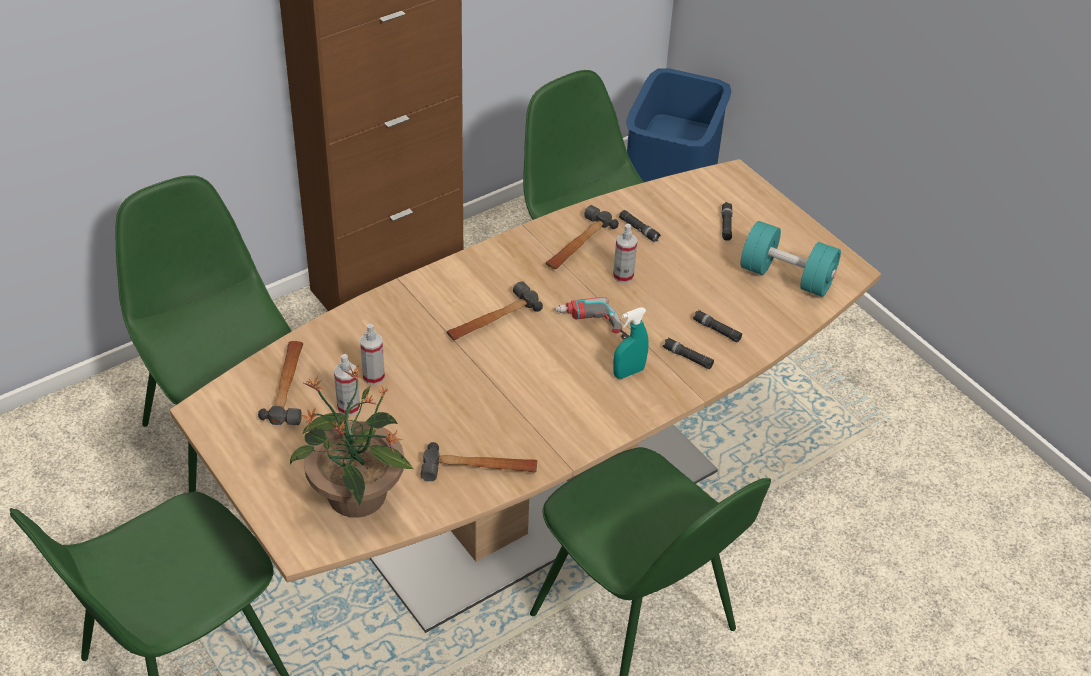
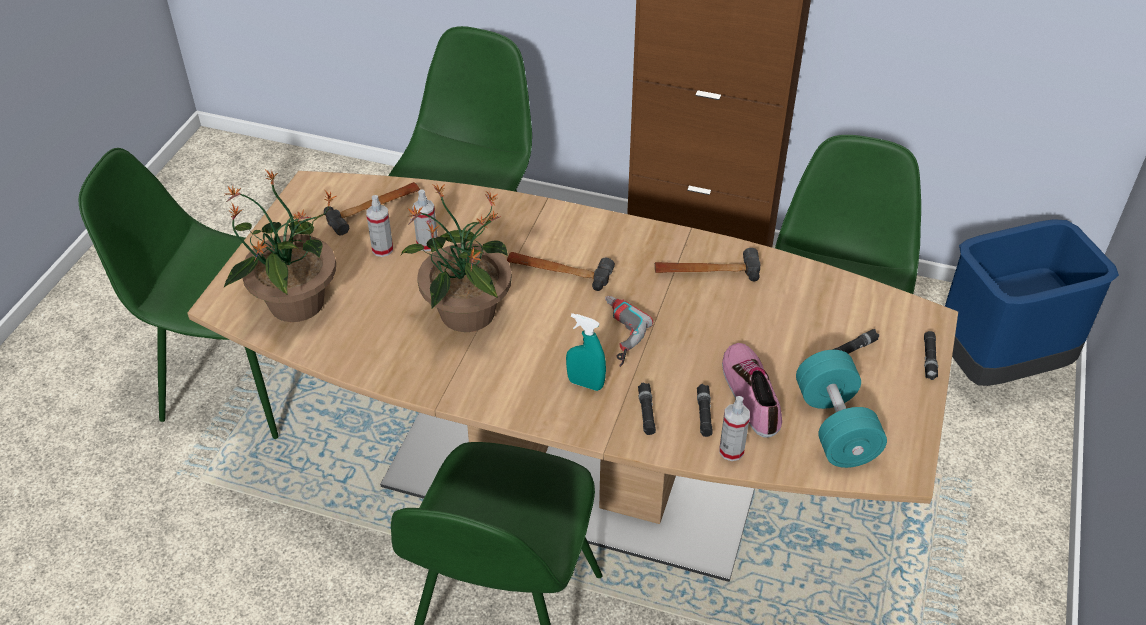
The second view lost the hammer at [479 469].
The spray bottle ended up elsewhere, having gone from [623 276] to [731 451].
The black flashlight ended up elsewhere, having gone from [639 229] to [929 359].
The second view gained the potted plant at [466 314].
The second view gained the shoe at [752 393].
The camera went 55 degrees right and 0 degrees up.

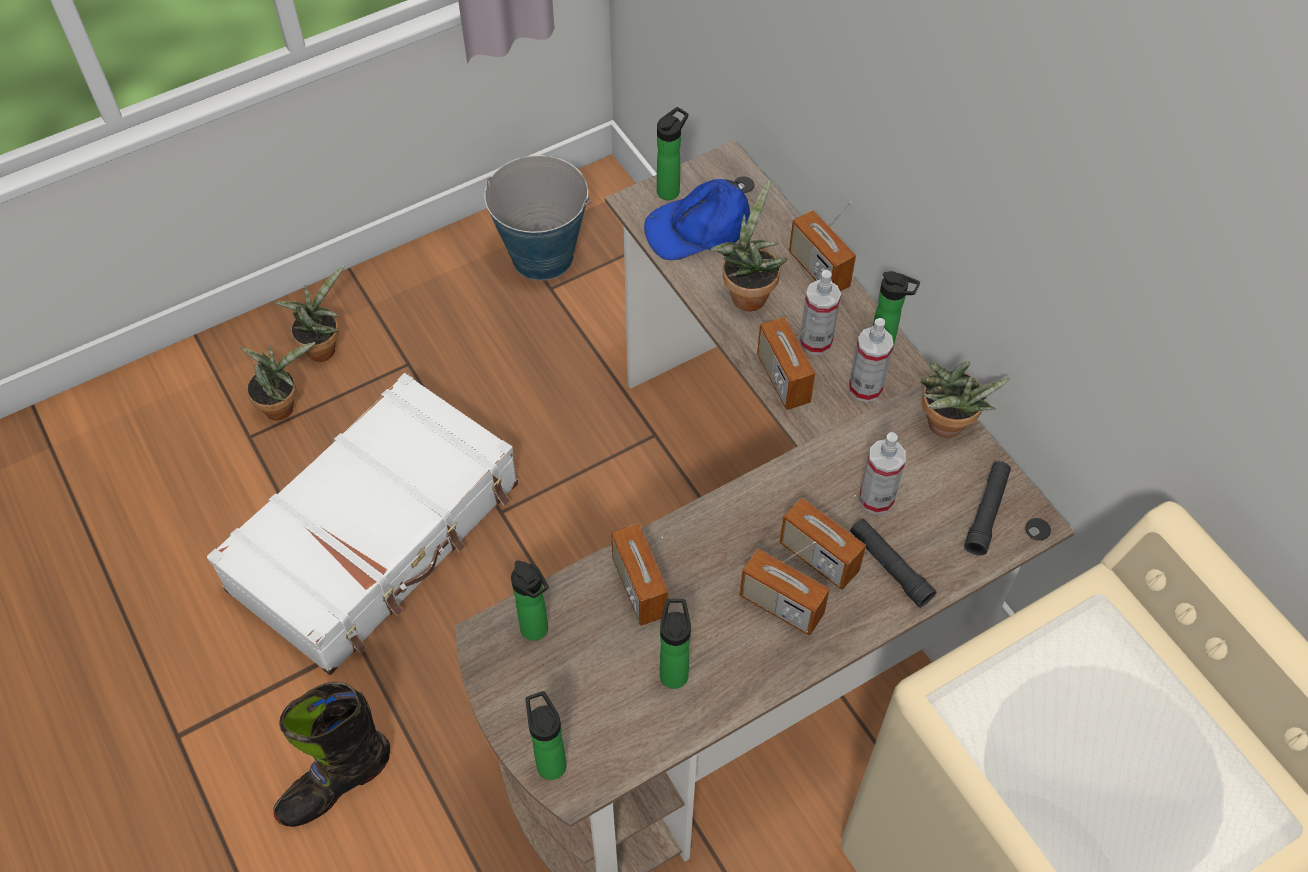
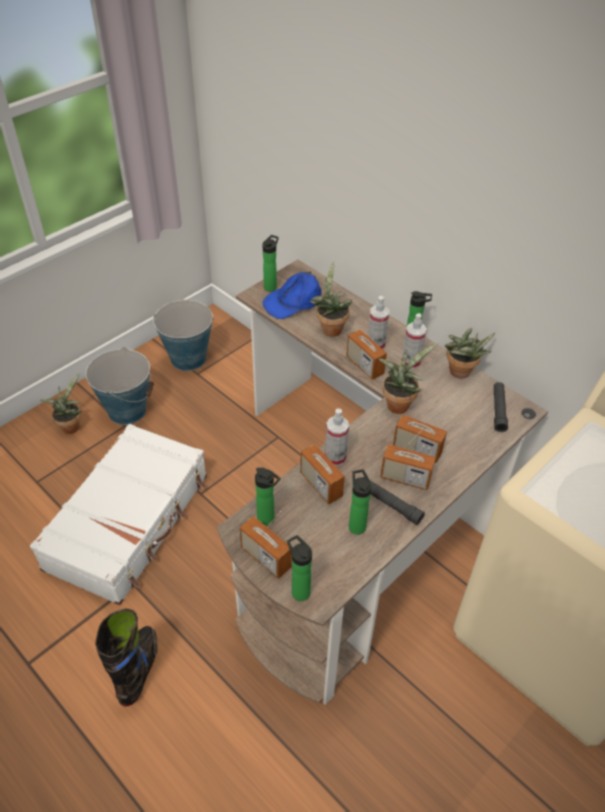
The potted plant ended up elsewhere, having gone from [283 405] to [399 403].
The black boot at [335 784] ended up facing another way, 150 degrees clockwise from before.
The radio ended up elsewhere, having gone from [819 270] to [266 557].
The black flashlight ended up elsewhere, having gone from [889 566] to [392 505].
The spray bottle ended up elsewhere, having gone from [876 499] to [335 457].
The second view gained the bucket at [127 410].
The camera went 15 degrees left and 10 degrees down.

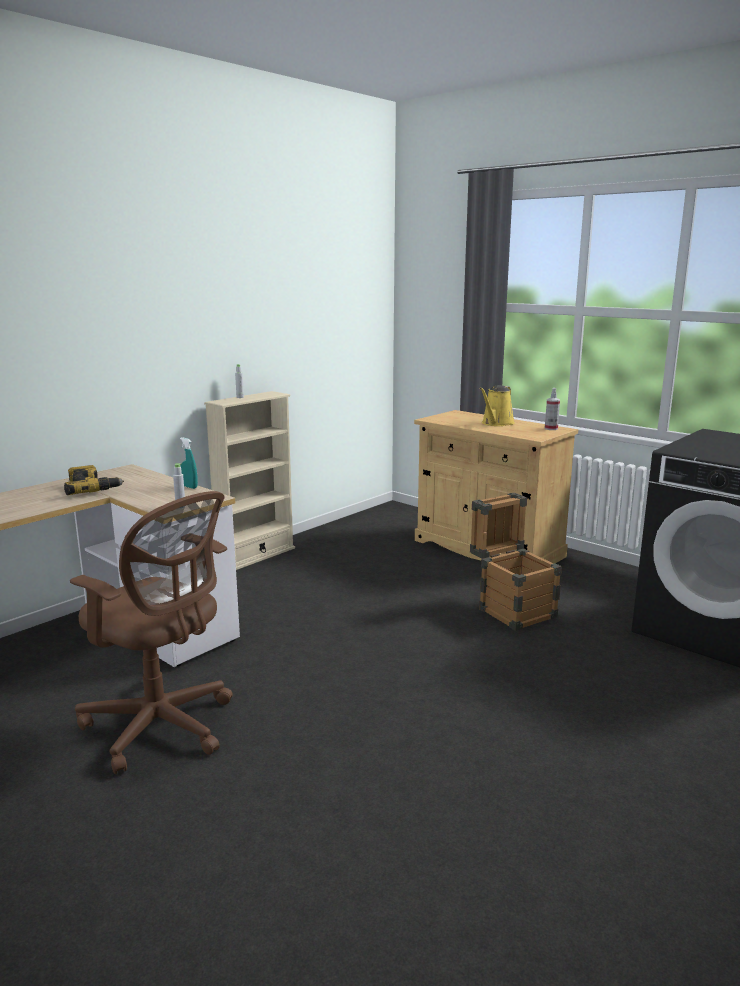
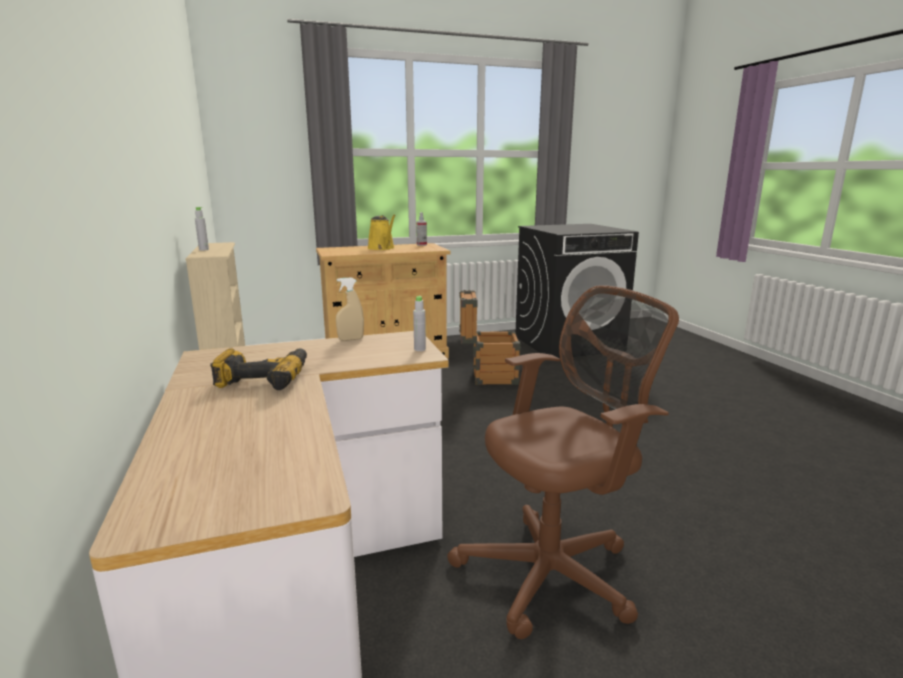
What was the turquoise spray bottle at [189 487] turned into the beige spray bottle at [351 339].
The camera went 60 degrees left and 0 degrees up.

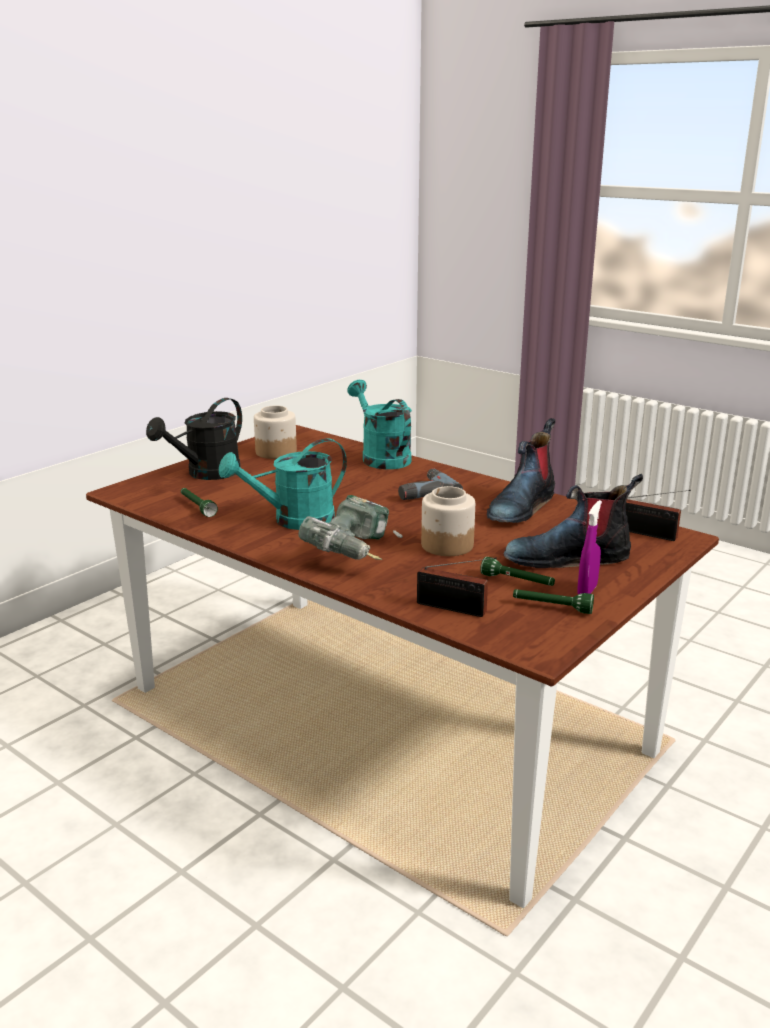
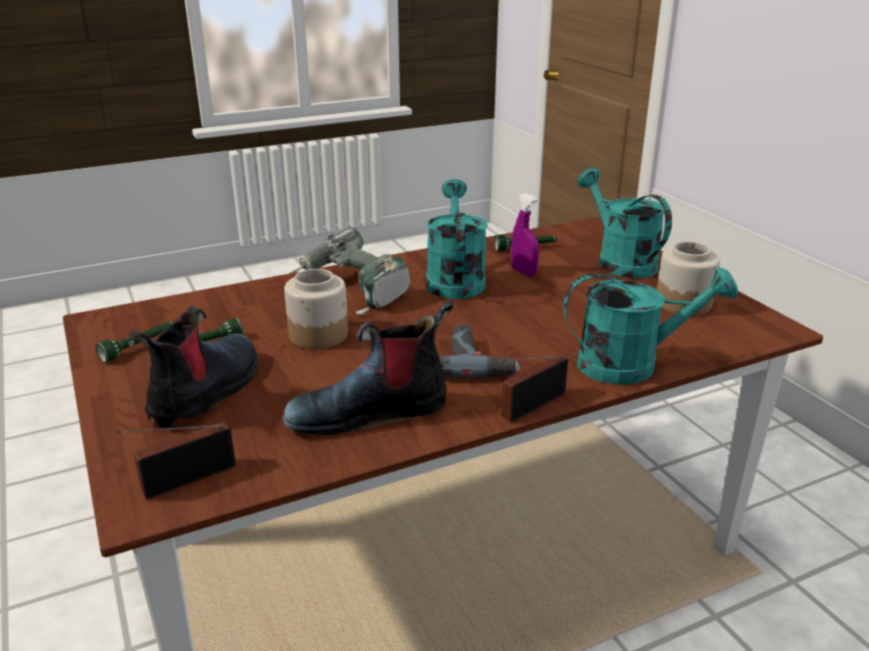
What was the black watering can at [206 474] turned into the turquoise watering can at [619 261].
The radio ended up elsewhere, having gone from [455 609] to [529 406].
The boot at [521 507] ended up facing another way, 75 degrees counterclockwise from before.
The purple spray bottle ended up elsewhere, having gone from [587 590] to [523 272].
The camera went 115 degrees right and 5 degrees up.

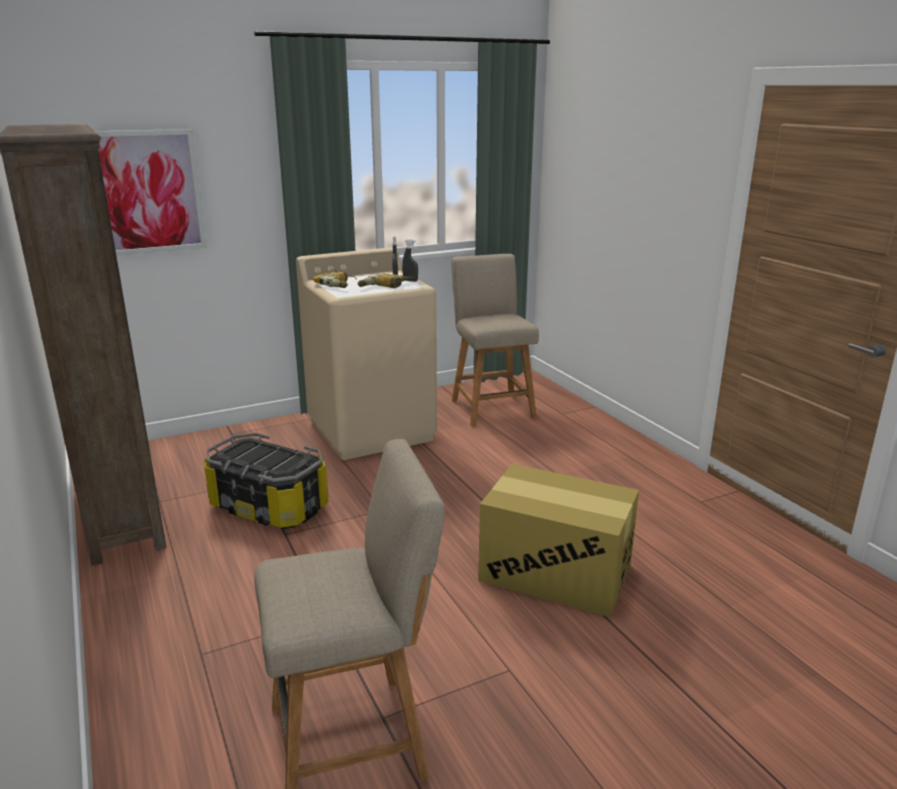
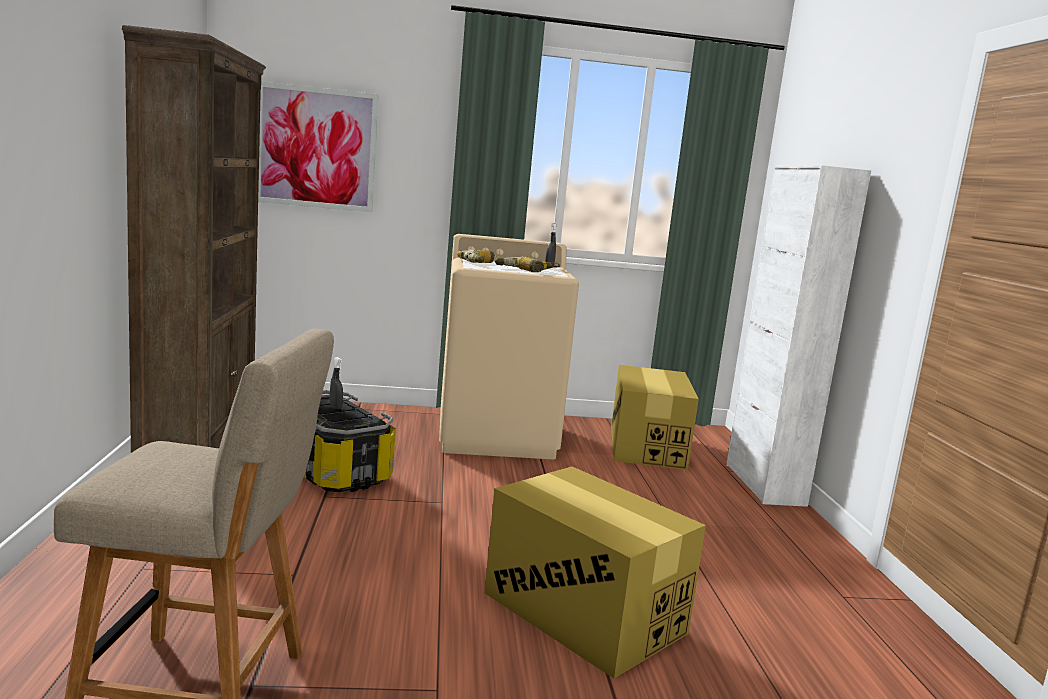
The grey spray bottle ended up elsewhere, having gone from [410 281] to [335 407].
Where the beige chair stood at [491 407], the cardboard box came to stand at [646 447].
The second view gained the white cabinet at [764 484].
The camera went 20 degrees right and 10 degrees down.

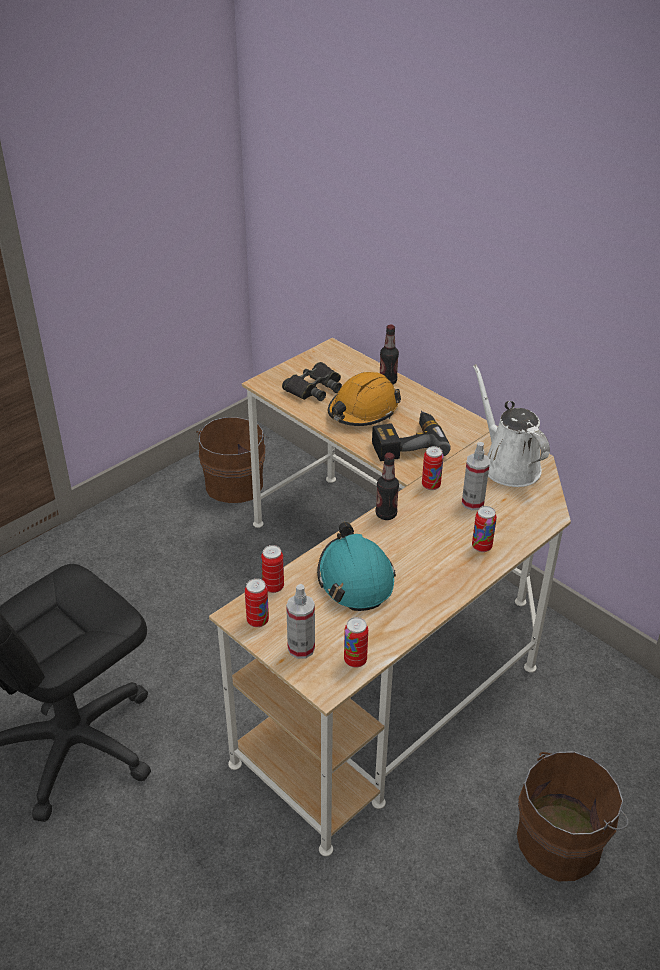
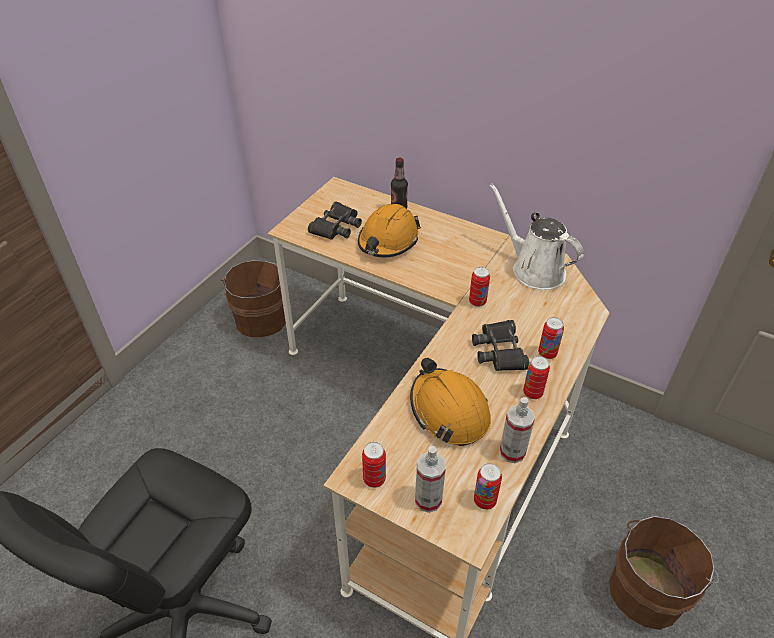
The can ended up elsewhere, having gone from [273 587] to [532 393].
What was the turquoise hard hat at [355 578] turned into the orange hard hat at [449 411].
The second view lost the power drill at [407 443].
The second view lost the bottle at [386 514].
The spray bottle ended up elsewhere, having gone from [473 502] to [512 452].
The second view gained the black binoculars at [500 351].
The camera went 15 degrees left and 5 degrees up.

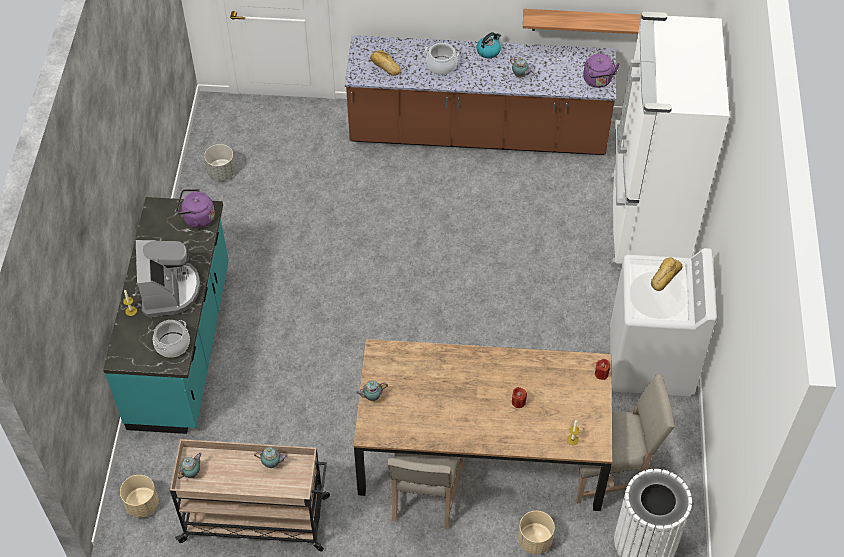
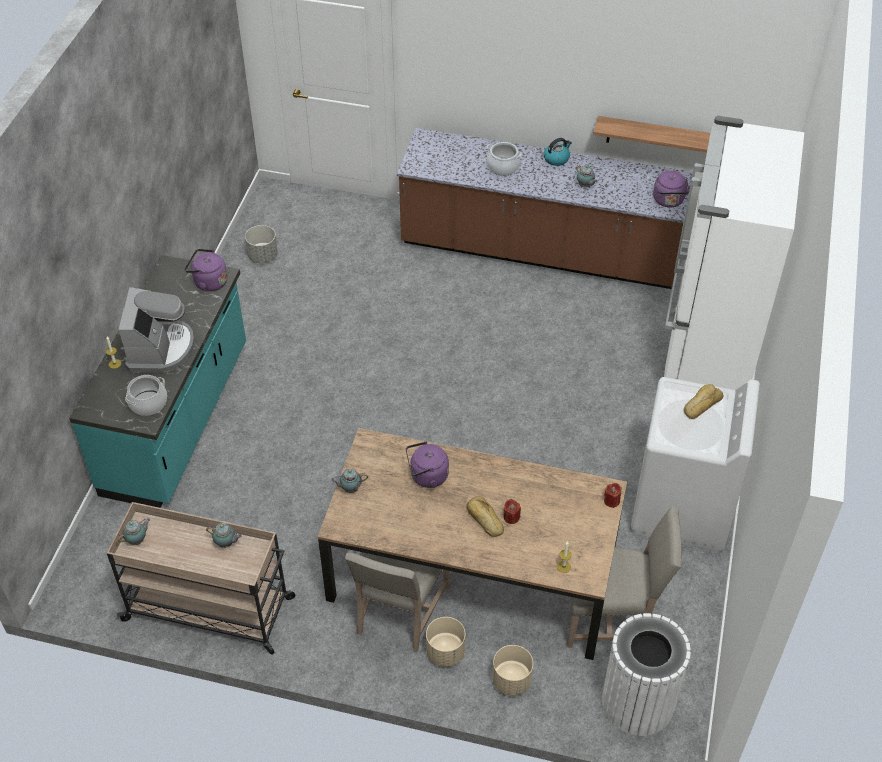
The beige planter ended up elsewhere, having gone from [142 504] to [445 652].
The bread ended up elsewhere, having gone from [385 66] to [484 520].
The second view gained the purple kettle at [427 476].
The camera went 10 degrees right and 5 degrees down.

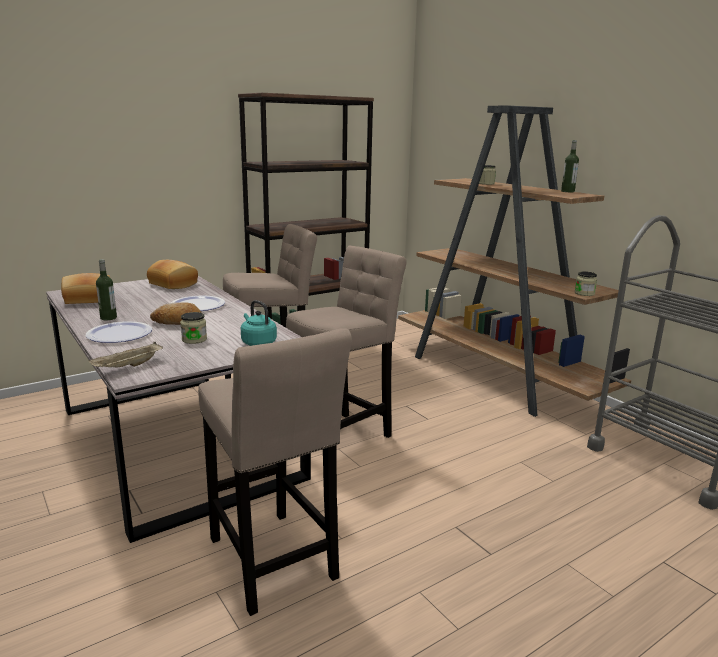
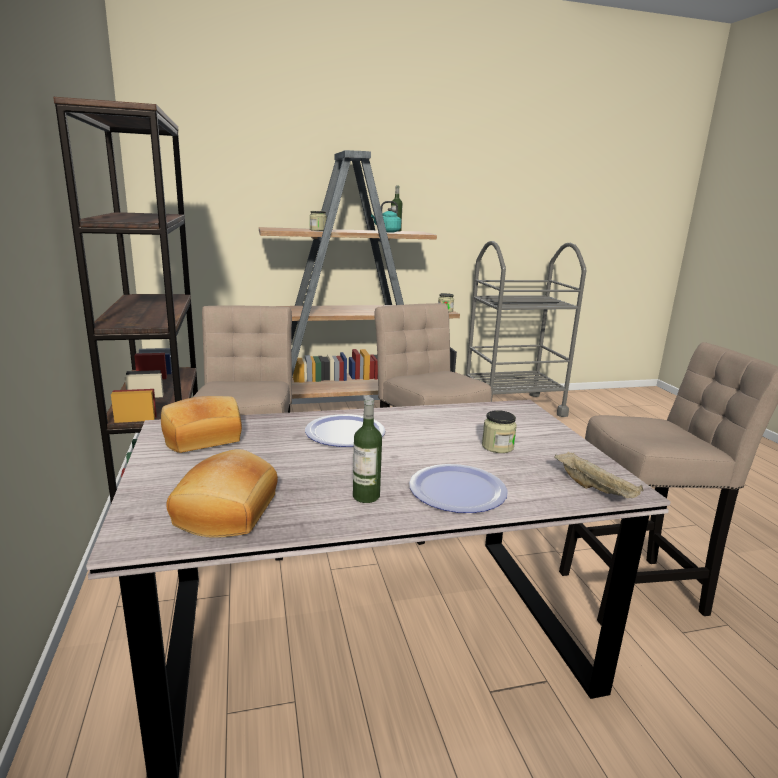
The second view lost the bread at [178 322].
The turquoise kettle ended up elsewhere, having gone from [257 342] to [387 232].
The camera went 70 degrees left and 0 degrees up.

